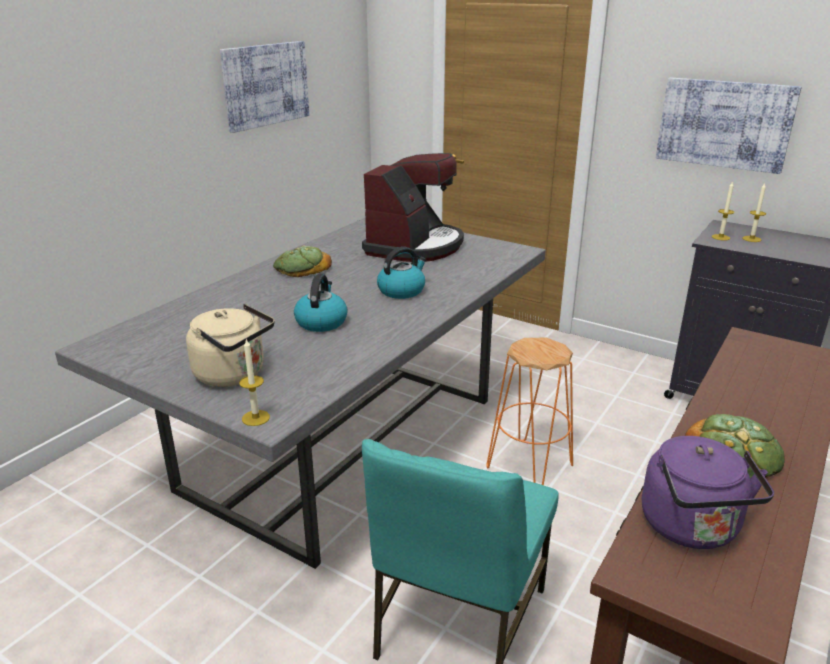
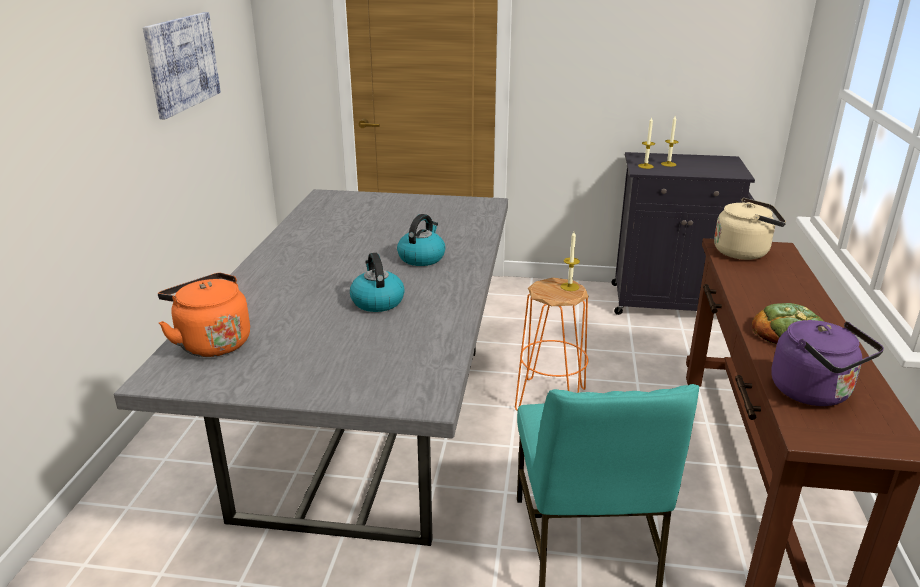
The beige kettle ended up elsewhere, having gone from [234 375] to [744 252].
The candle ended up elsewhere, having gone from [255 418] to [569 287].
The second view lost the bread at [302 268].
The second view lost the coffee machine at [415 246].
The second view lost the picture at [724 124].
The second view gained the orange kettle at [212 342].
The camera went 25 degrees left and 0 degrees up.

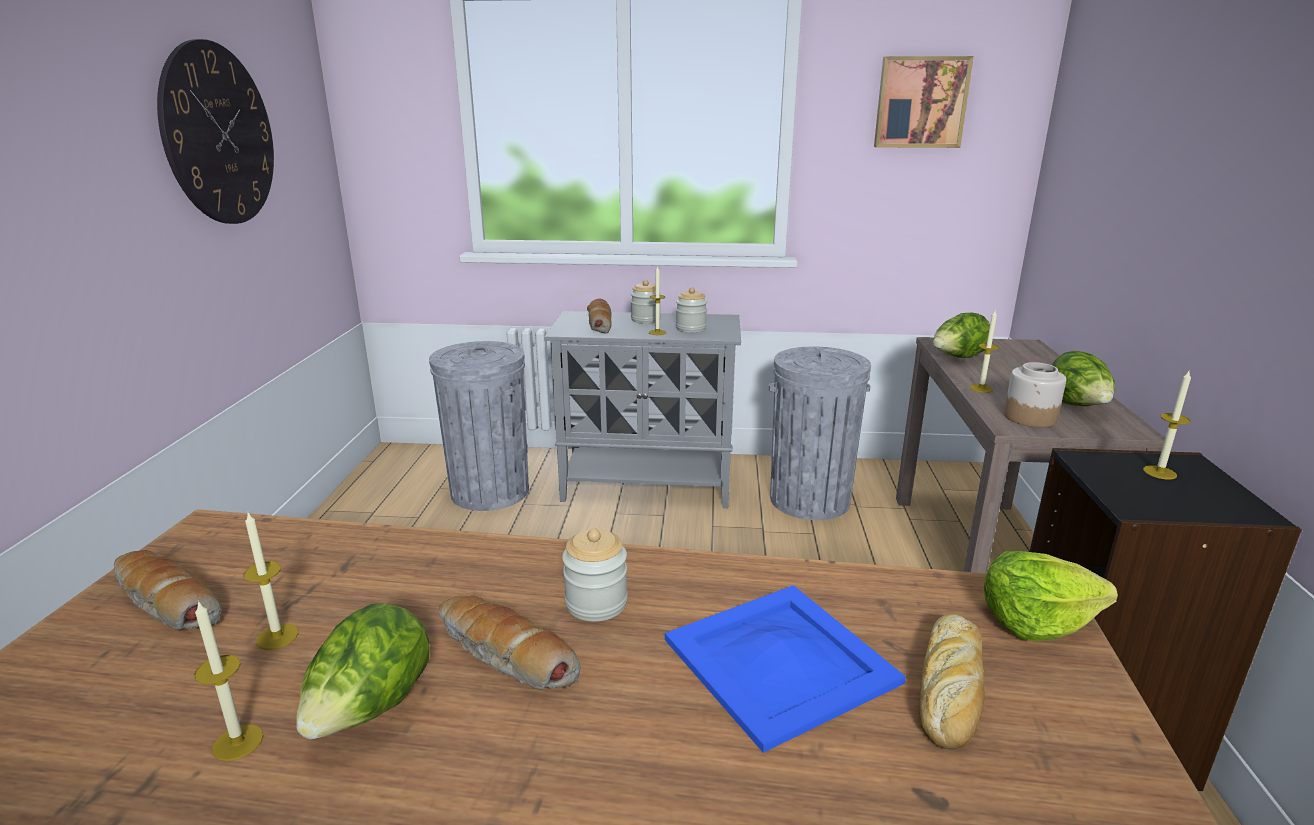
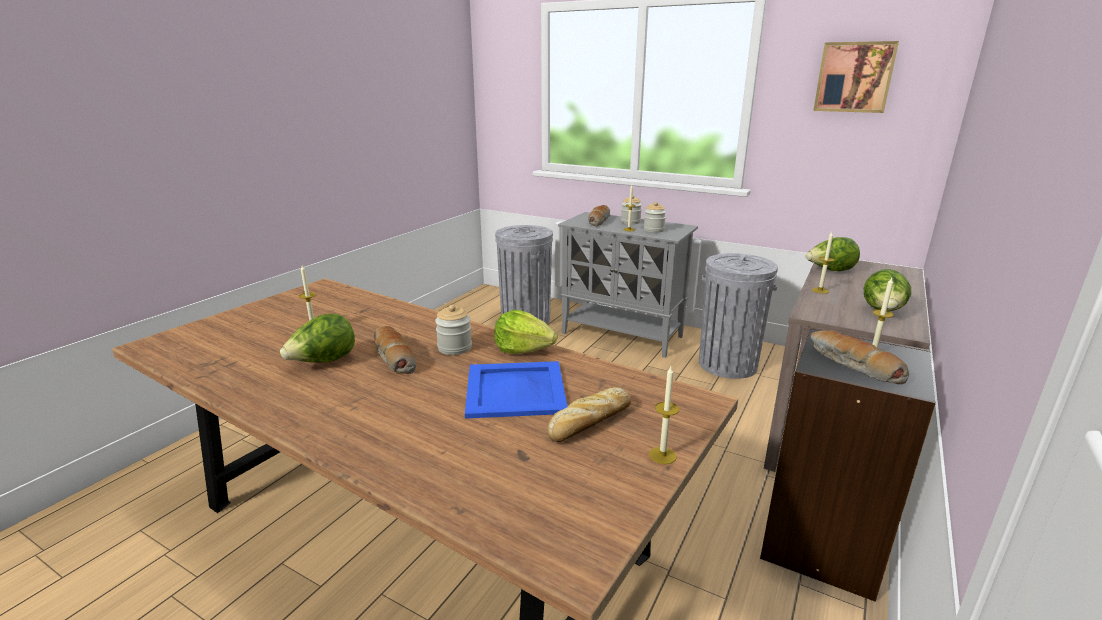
The bread ended up elsewhere, having gone from [166 603] to [853 366].
The second view lost the wall clock at [219 135].
The candle ended up elsewhere, having gone from [238 742] to [662 455].
The lettuce ended up elsewhere, having gone from [1035 621] to [523 349].
The second view lost the jar at [1030 417].
The camera went 25 degrees right and 0 degrees up.

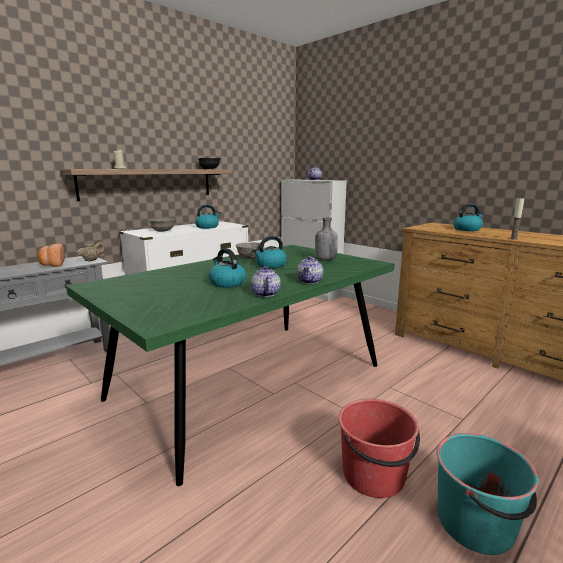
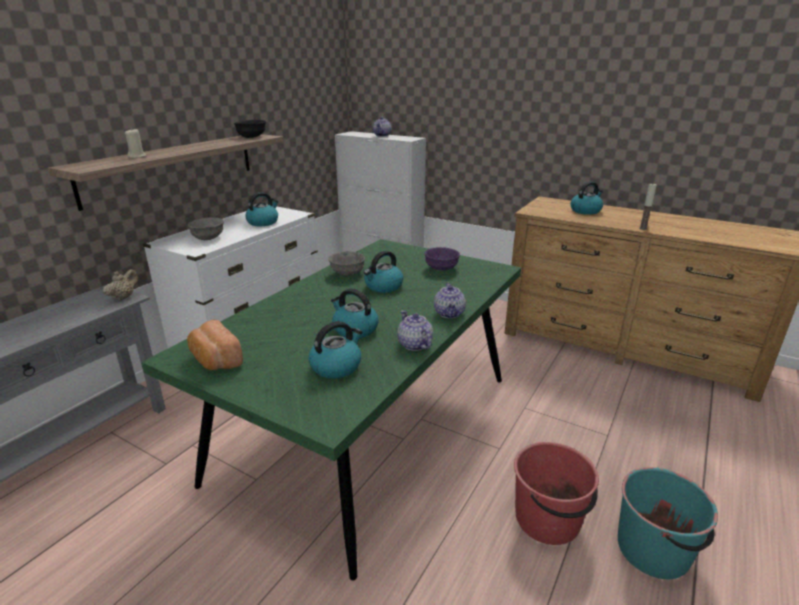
The bread ended up elsewhere, having gone from [52 264] to [215 360].
Where the grey bottle stood at [325 260], the purple bowl came to stand at [441 268].
The second view gained the kettle at [336 366].
The camera went 15 degrees left and 10 degrees up.

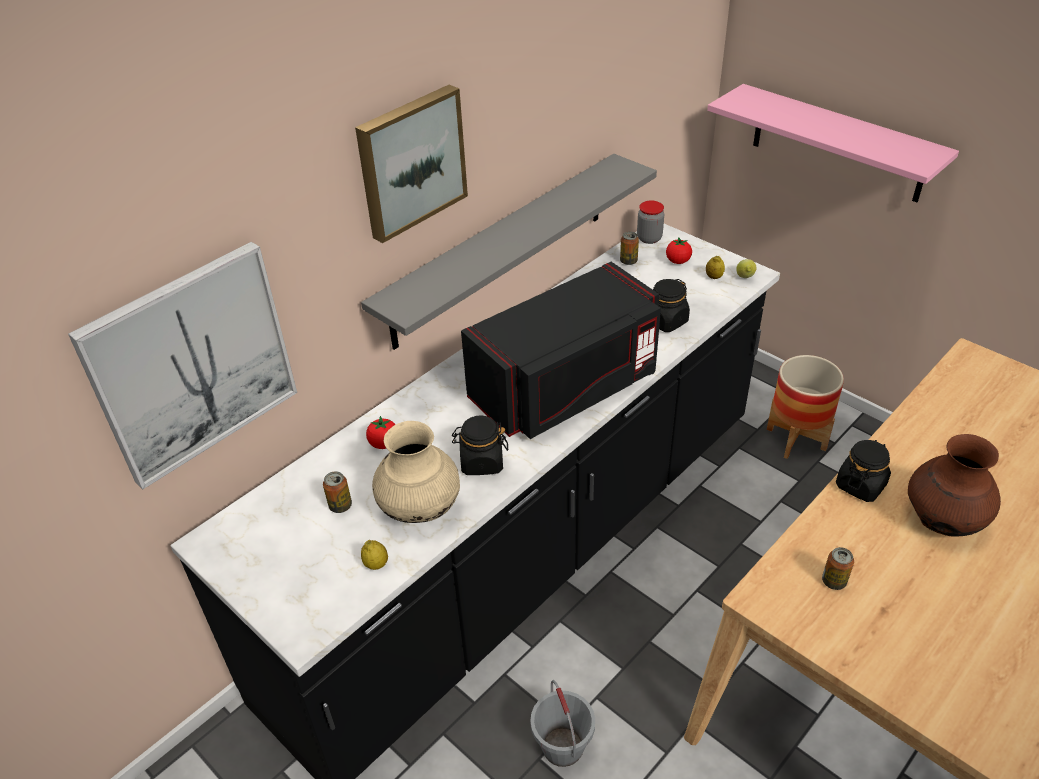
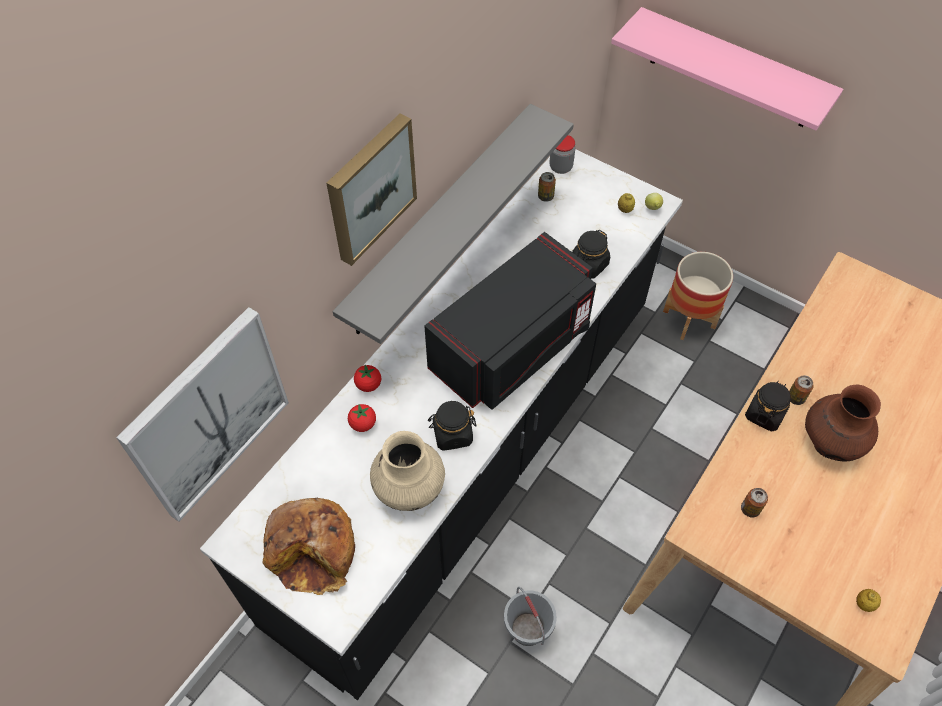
The can ended up elsewhere, having gone from [340 506] to [795 398].
The lemon ended up elsewhere, having gone from [376 564] to [864 604].
The tomato ended up elsewhere, having gone from [678 261] to [368 384].
The second view gained the bread at [313 550].
The camera went 10 degrees left and 15 degrees up.

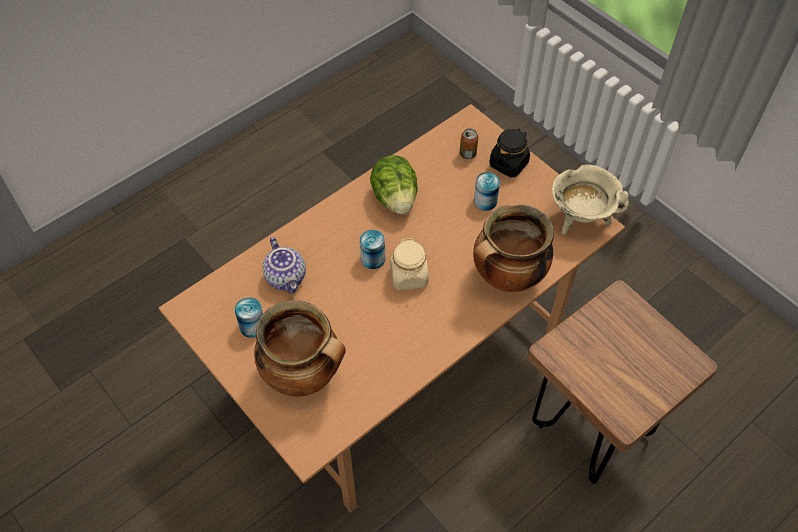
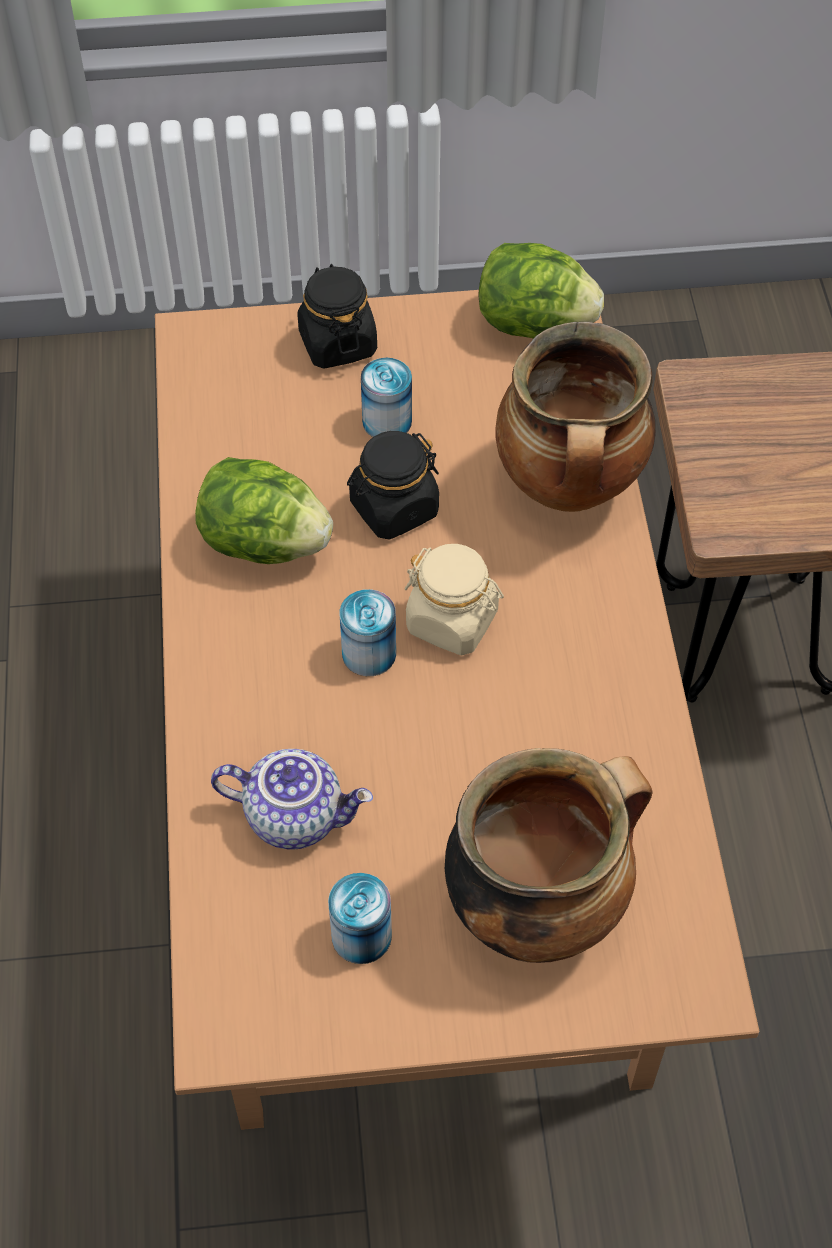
The second view lost the can at [467 154].
Where the beige cooking pot stood at [580 219], the lettuce came to stand at [534 324].
The second view gained the black jar at [393 508].
The camera went 55 degrees left and 0 degrees up.

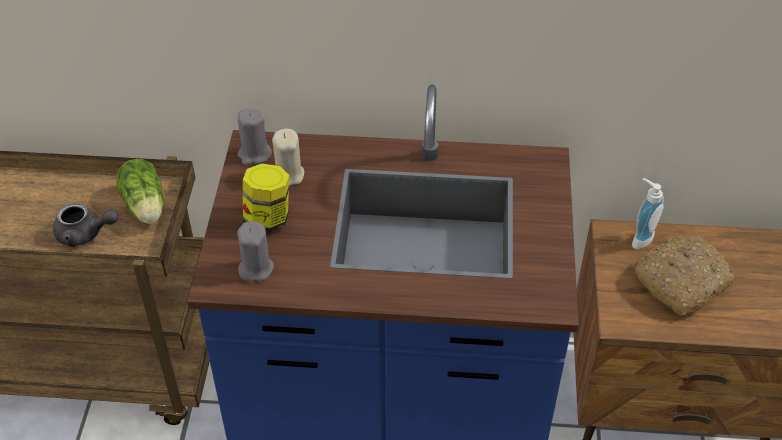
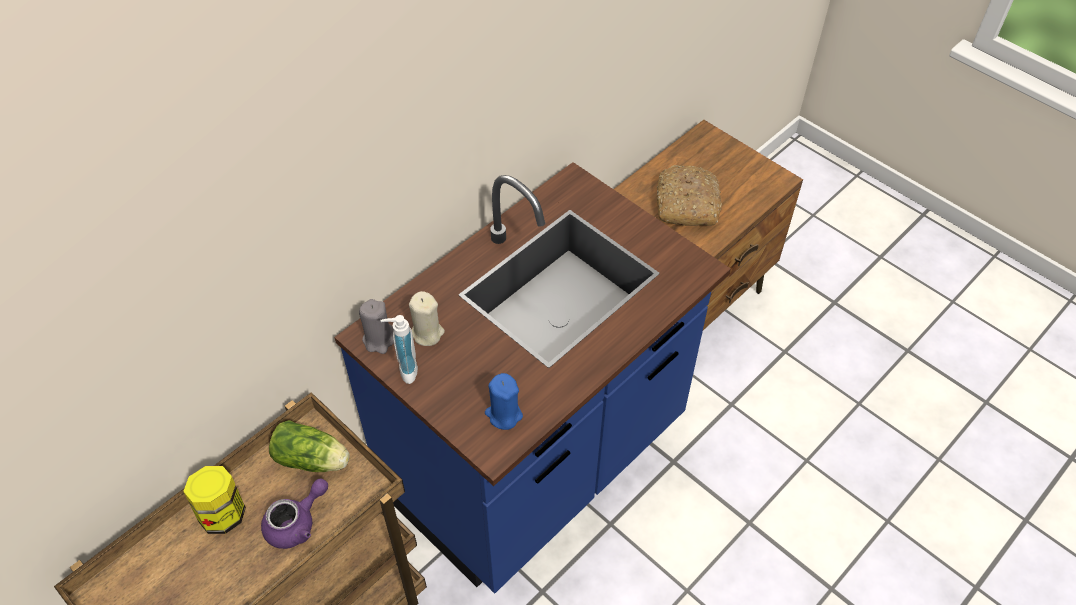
What was the grey teapot at [85 234] turned into the purple teapot at [297 523].
What was the grey candle at [255 268] turned into the blue candle at [504 414].
The jar ended up elsewhere, having gone from [268 218] to [223 513].
The soap dispenser ended up elsewhere, having gone from [639 238] to [404 370].
The camera went 50 degrees left and 5 degrees up.

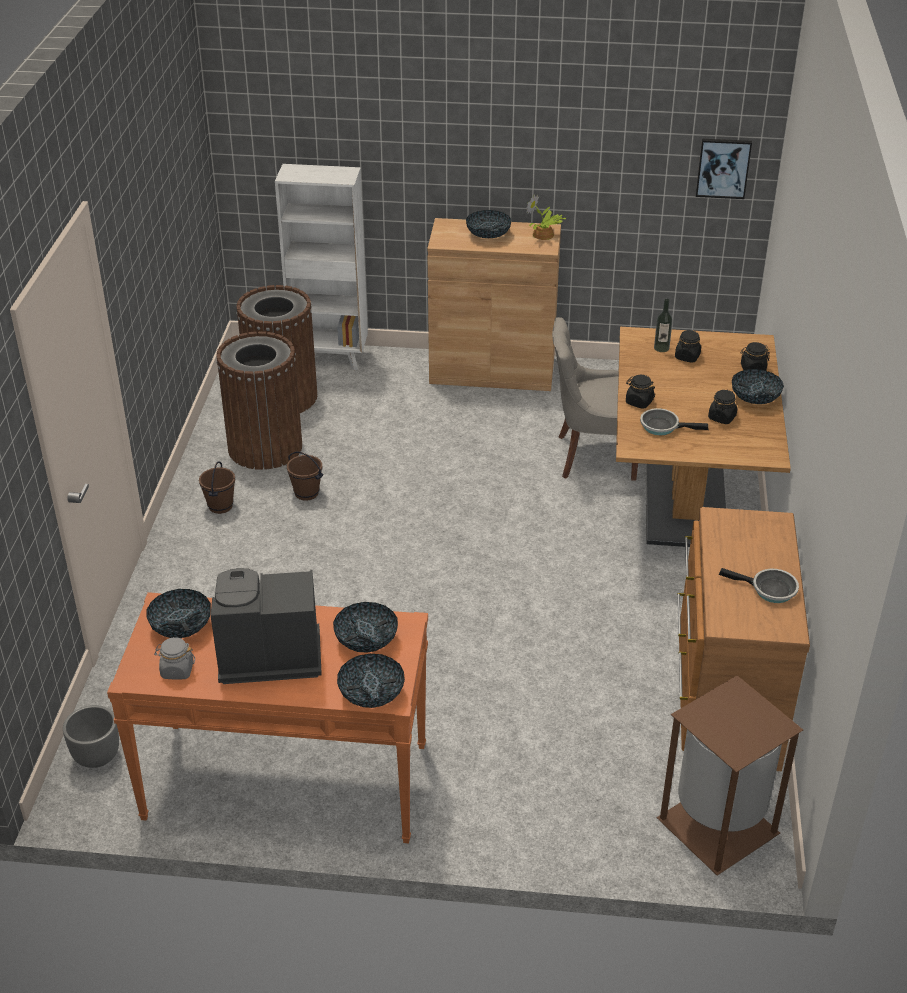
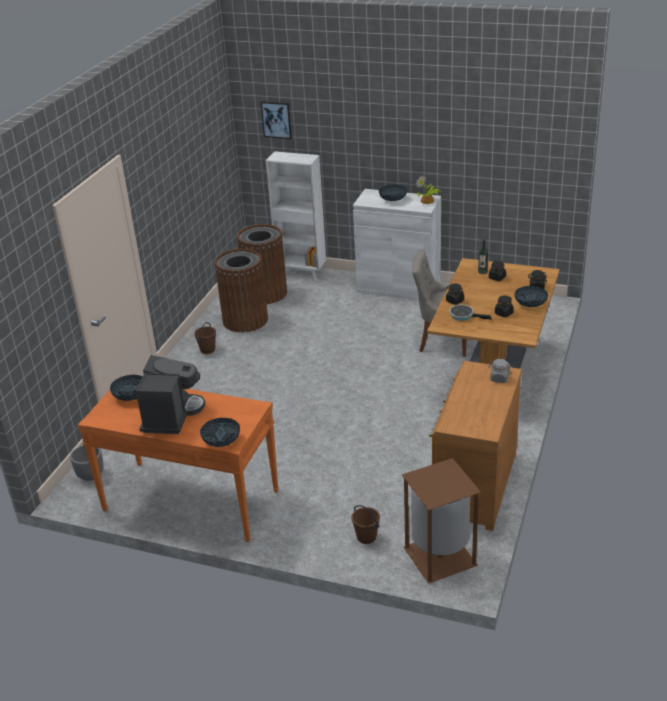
The grey jar ended up elsewhere, having gone from [177 670] to [499 378].
The coffee machine at [267 656] ended up facing another way, 90 degrees clockwise from before.
The brown bucket ended up elsewhere, having gone from [306 493] to [366 537].
The second view lost the bowl at [366 640].
What was the brown cabinet at [492 370] turned into the white cabinet at [398 287].
The picture ended up elsewhere, having gone from [723 168] to [276 119].
The second view lost the frying pan at [769 590].
The camera went 15 degrees right and 5 degrees down.

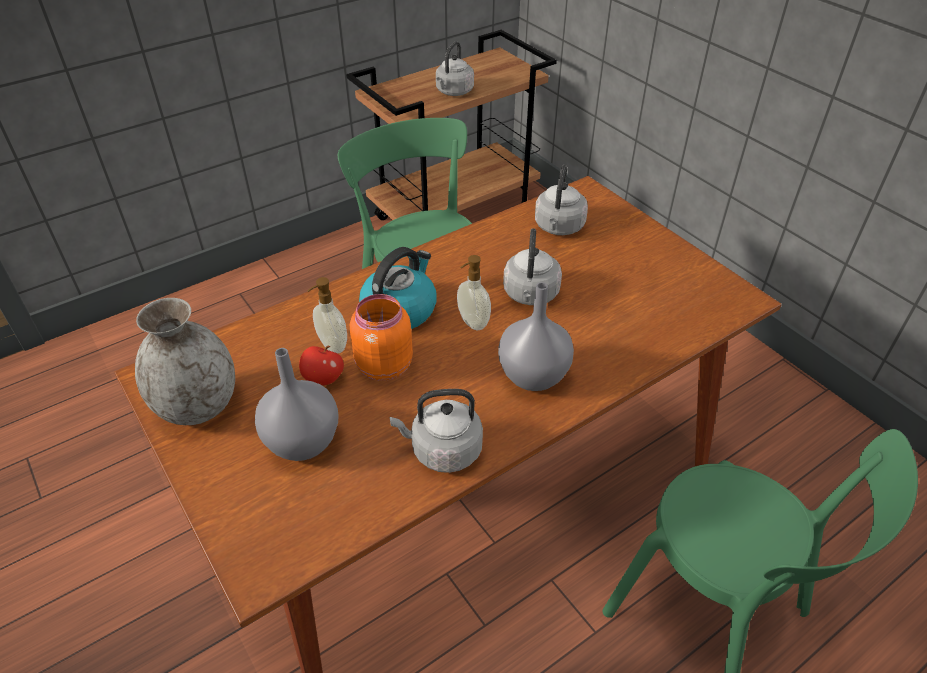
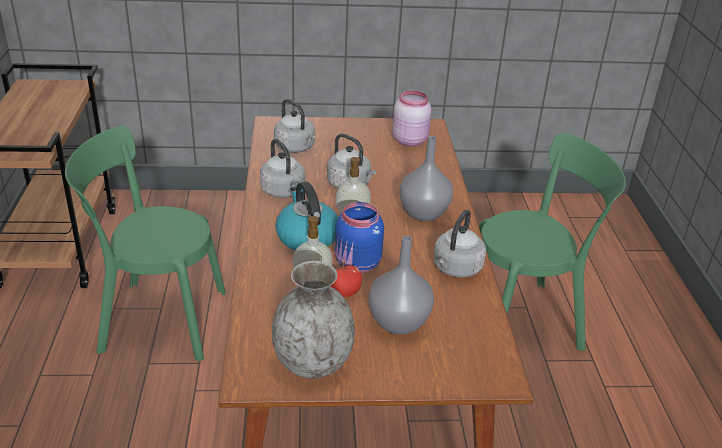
What was the orange jar at [382 366] turned into the blue jar at [357 264].
The grey kettle ended up elsewhere, having gone from [453 92] to [284 192].
The second view gained the pink jar at [410 140].
The camera went 60 degrees left and 10 degrees down.

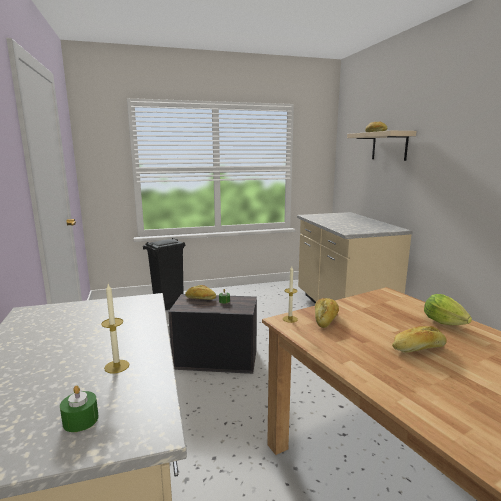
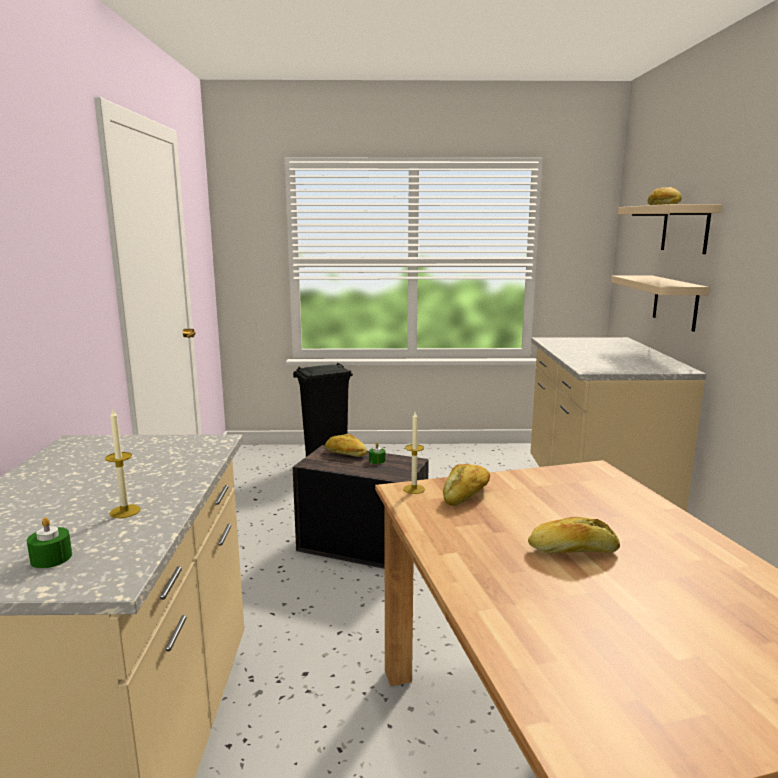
The second view lost the lettuce at [446 324].
The second view gained the beige shelf at [675 302].
The camera went 15 degrees right and 0 degrees up.

